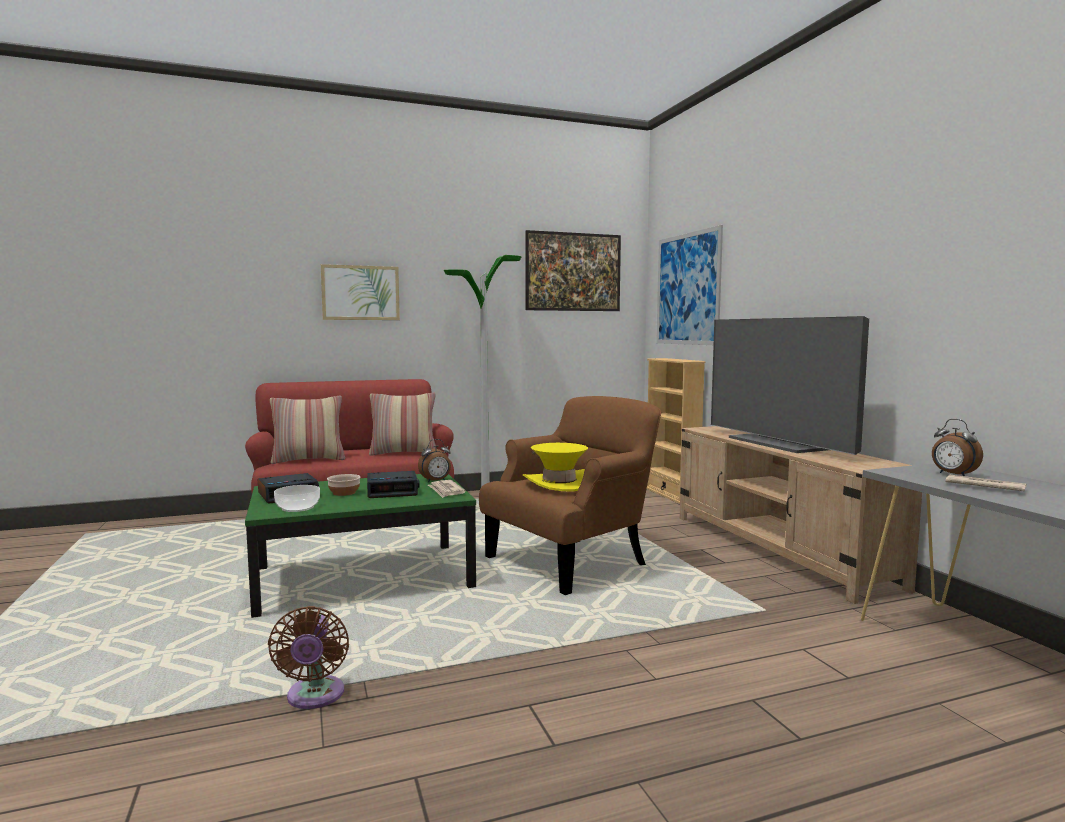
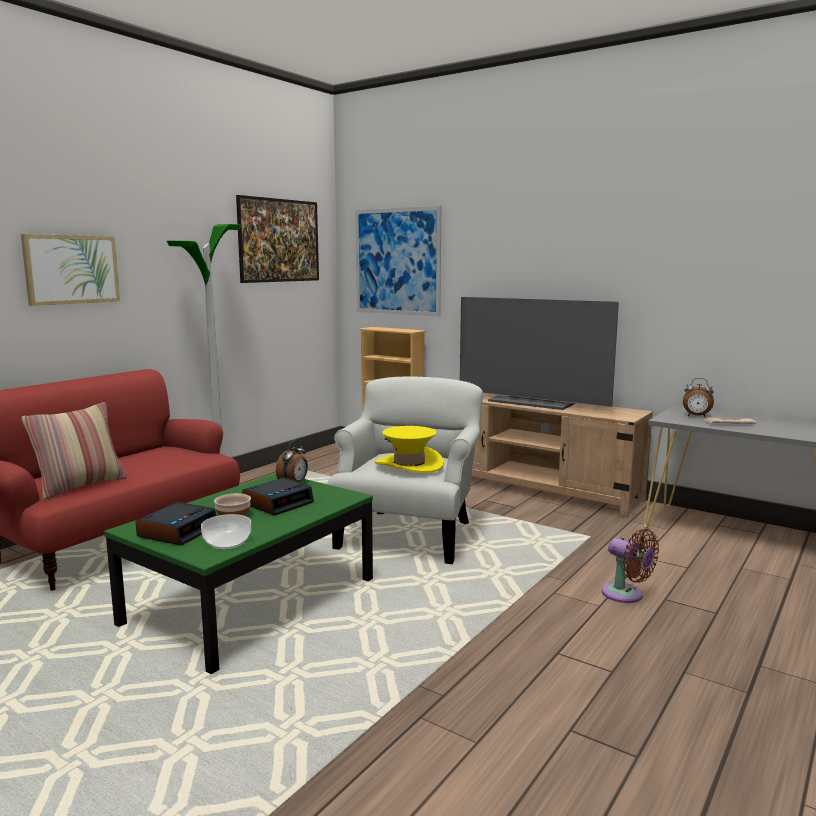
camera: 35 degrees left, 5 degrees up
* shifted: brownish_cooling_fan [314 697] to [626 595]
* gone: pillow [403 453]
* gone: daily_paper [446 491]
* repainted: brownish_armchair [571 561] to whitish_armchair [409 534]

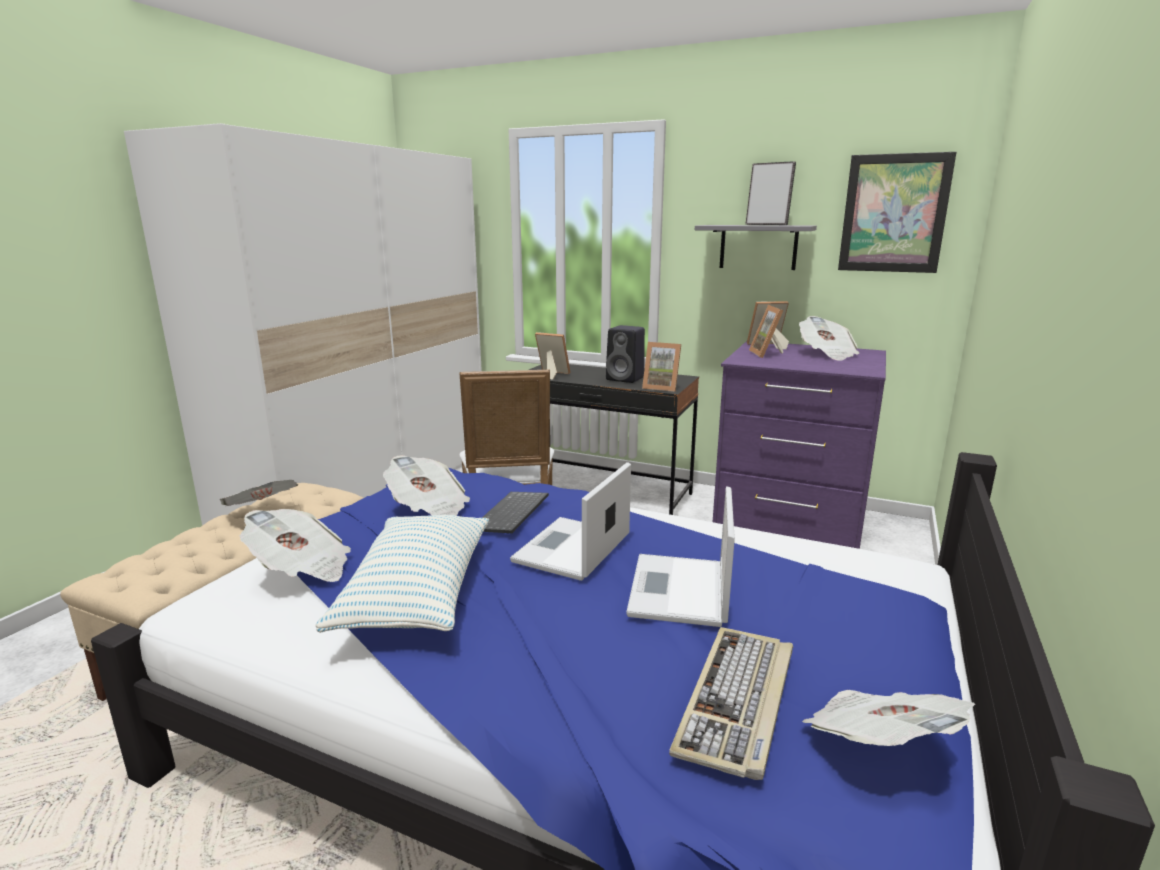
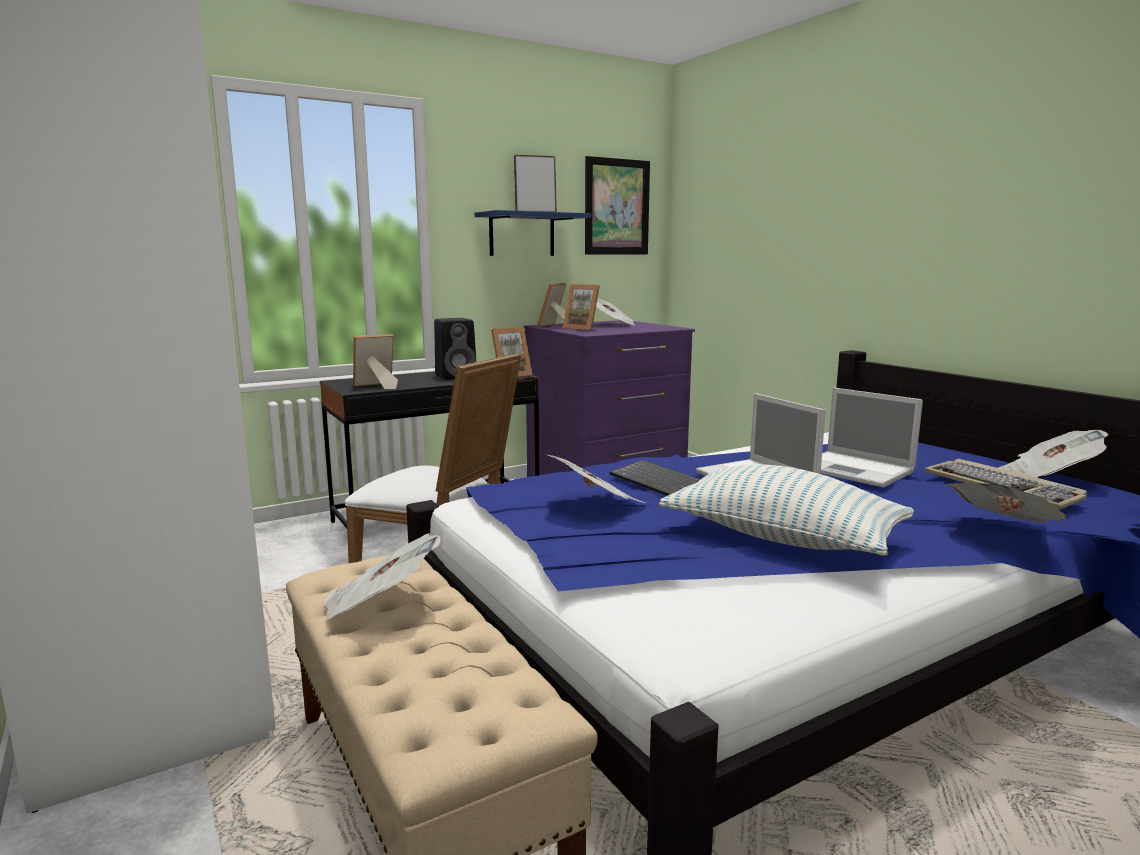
camera: 55 degrees left, 5 degrees down
* shifted: daily_paper [302 568] to [1004 531]
* repainted: grey_wall_shelf [758 247] to blue_wall_shelf [522 235]

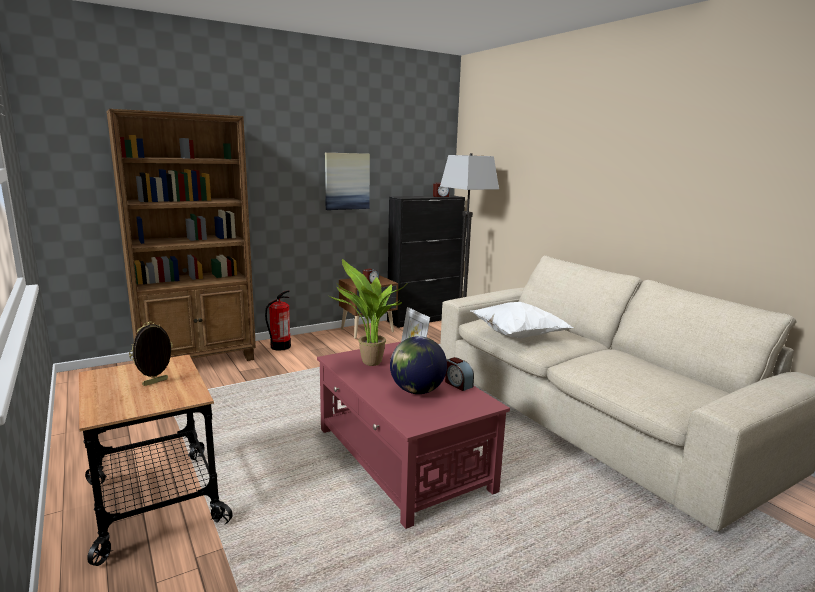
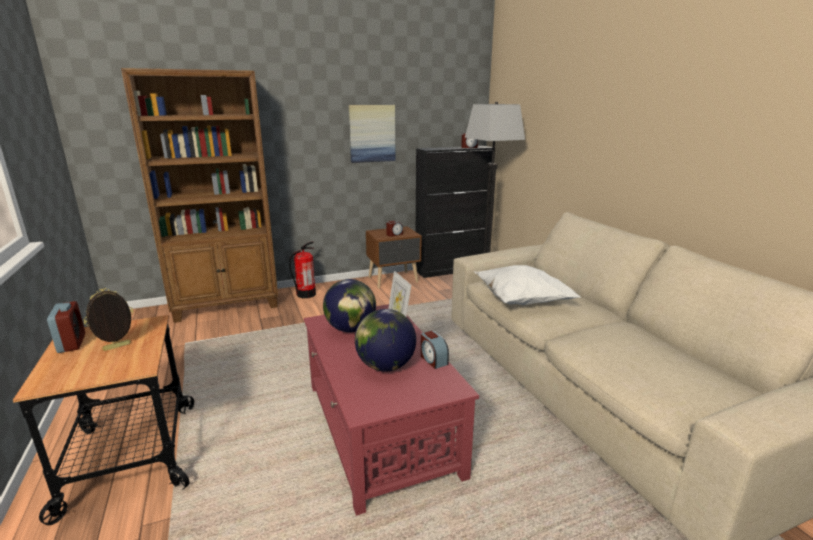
camera: 10 degrees right, 5 degrees up
* swapped: houseplant [369 364] to world_globe [350 329]
* new: bedside_clock [72 343]

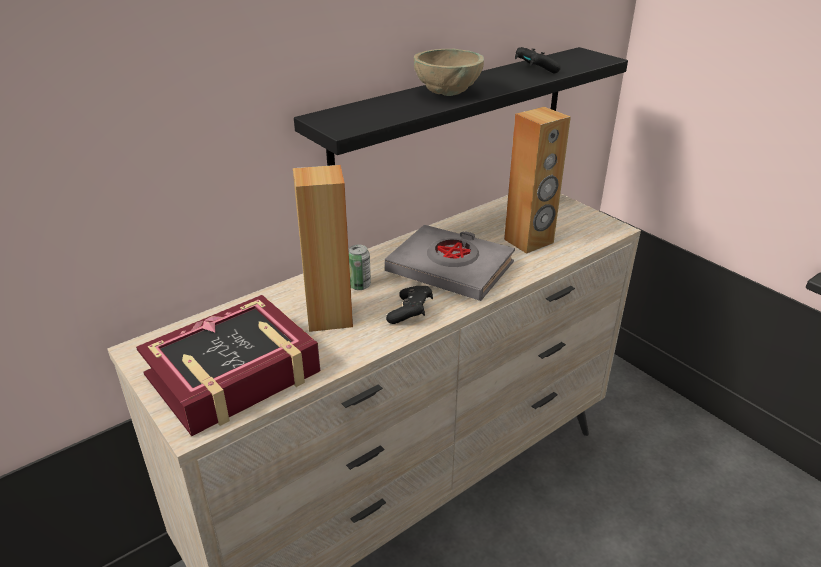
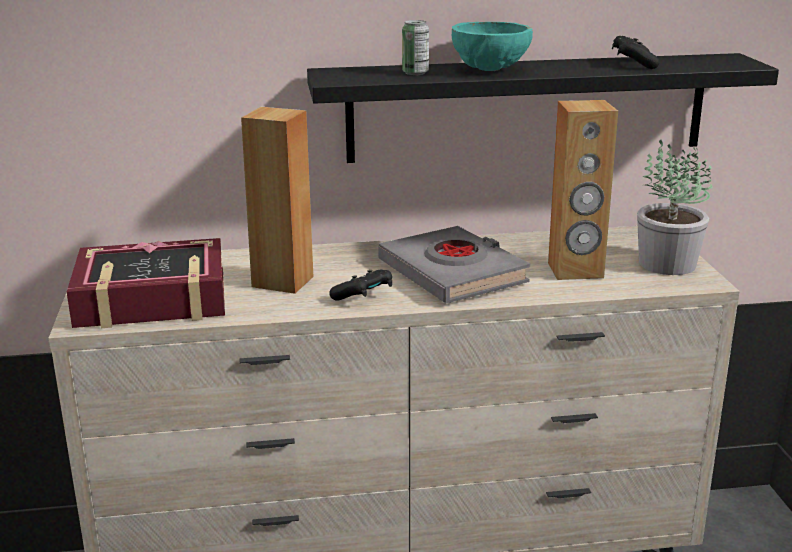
camera: 30 degrees right, 10 degrees down
* shifted: can [359 285] to [415 73]
* repainted: beige-coloured_bowl [448 94] to turquoise_bowl [490 70]
* new: houseplant [665 264]

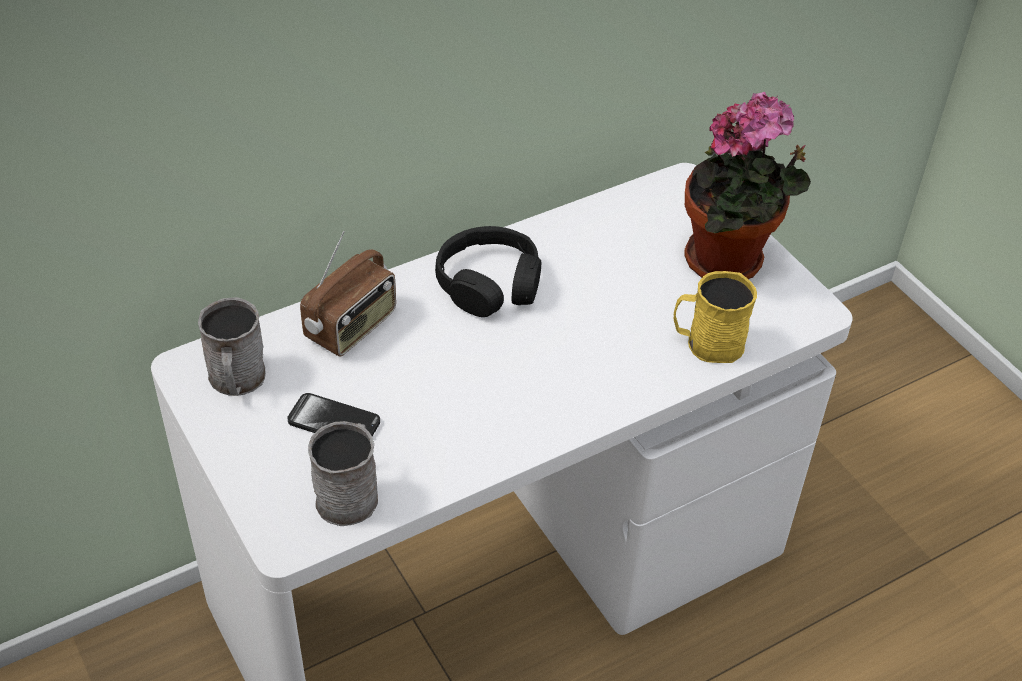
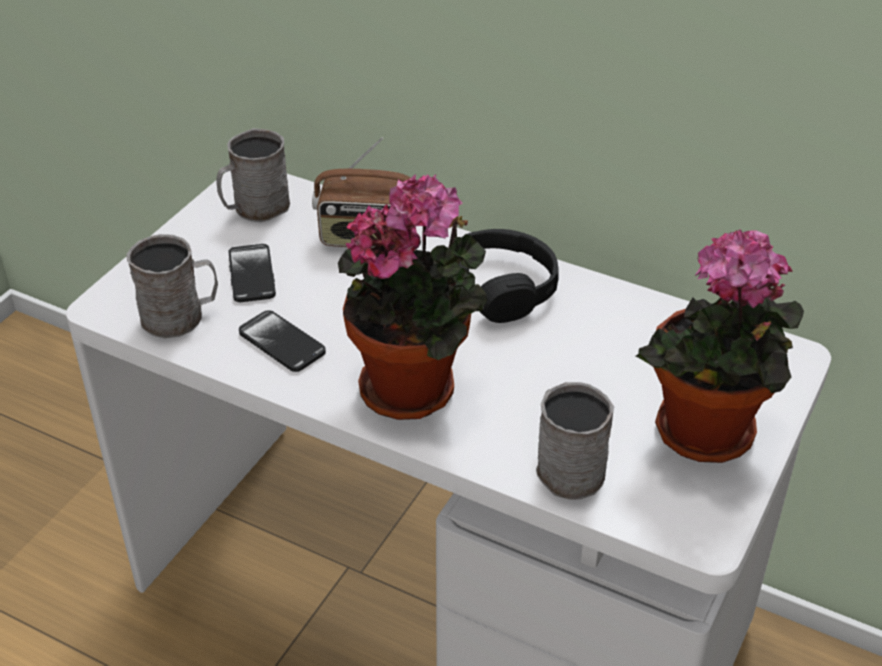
camera: 60 degrees right, 5 degrees down
* repainted: yellowish_mug [707 343] to grey_mug [565 466]
* new: telephone [282 343]
* new: houseplant [416 387]

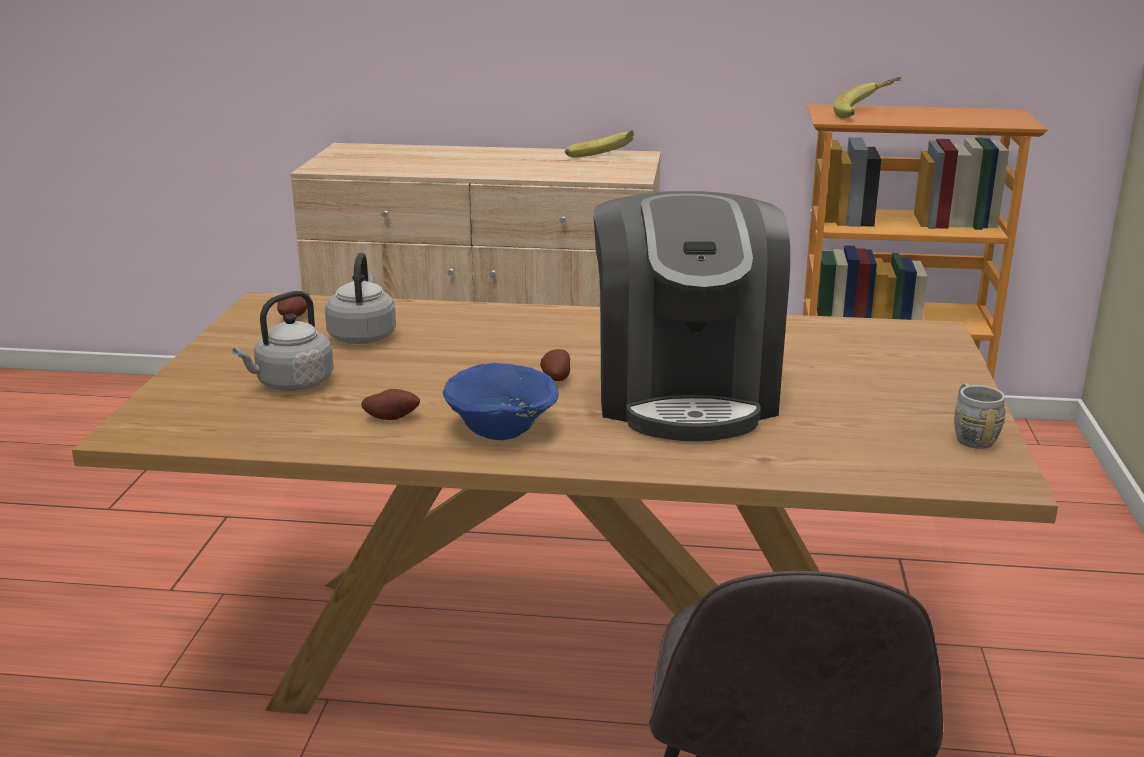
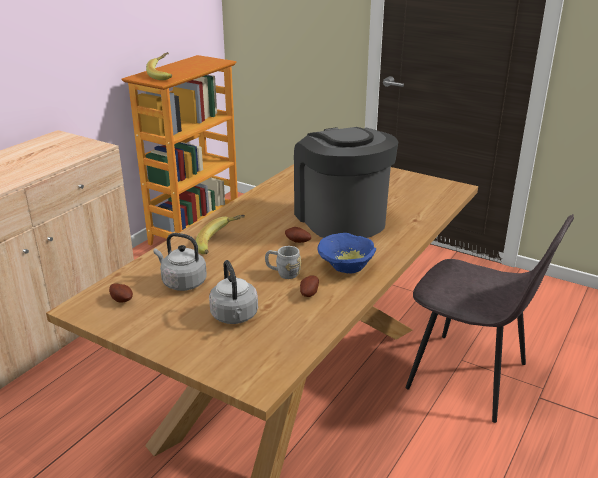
camera: 65 degrees left, 5 degrees up
* shifted: banana_fruit [603 160] to [221 244]
* rotated: coffee_machine [685 394] = [341 218] 135 degrees counterclockwise
* shifted: grey_mug [970 436] to [283 273]

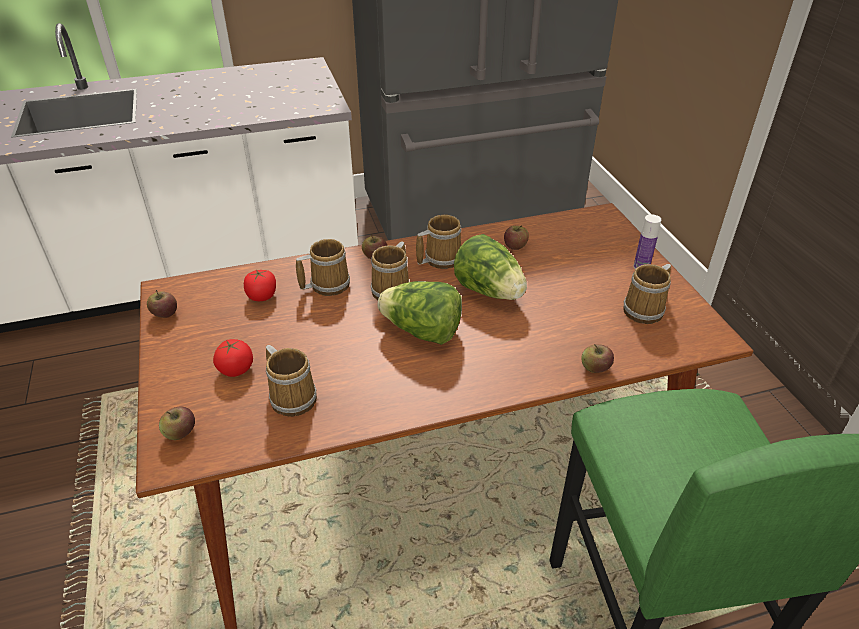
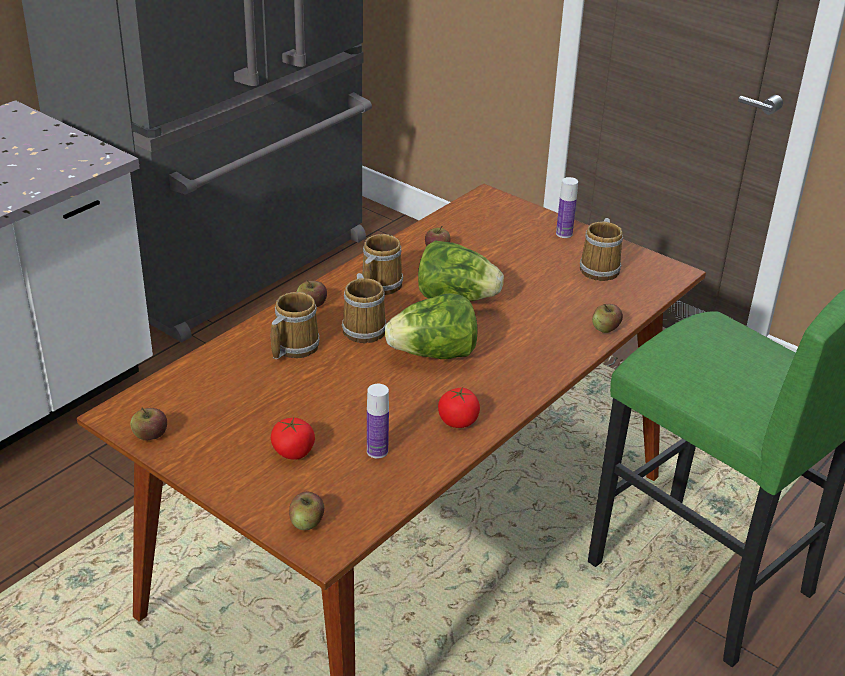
camera: 35 degrees left, 5 degrees down
* shifted: whole_tomato [262 296] to [458 421]
* swapped: mug [293 396] to bottle [377 451]

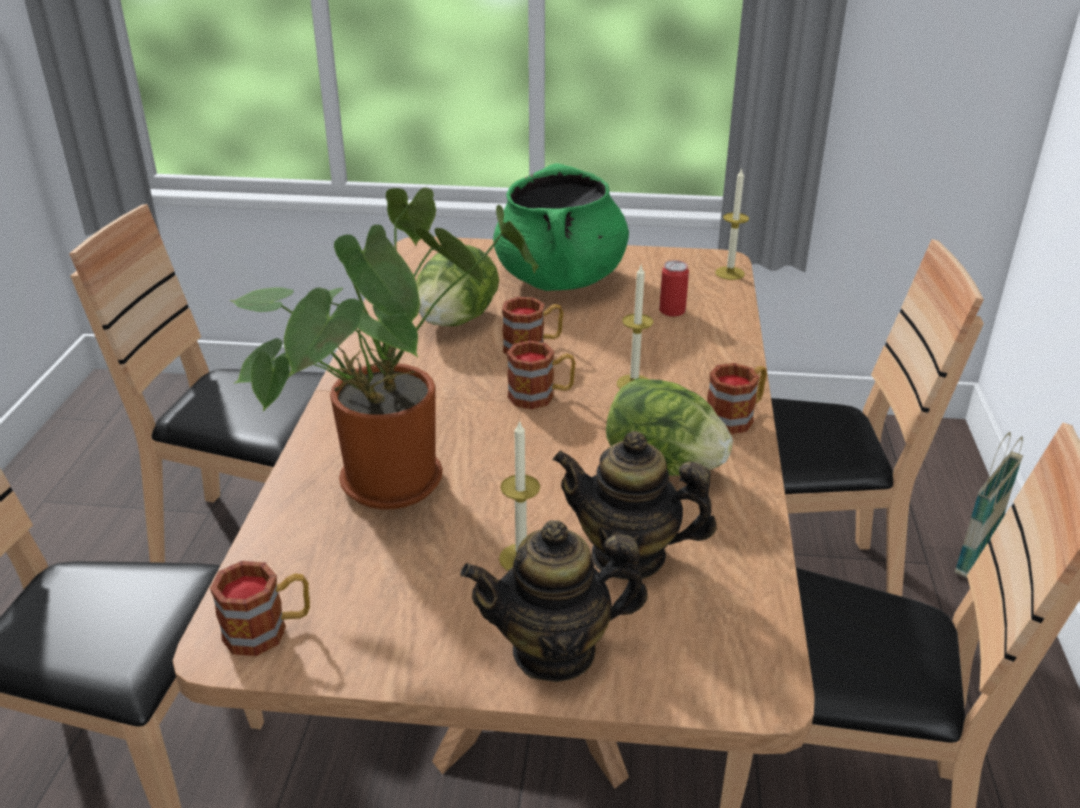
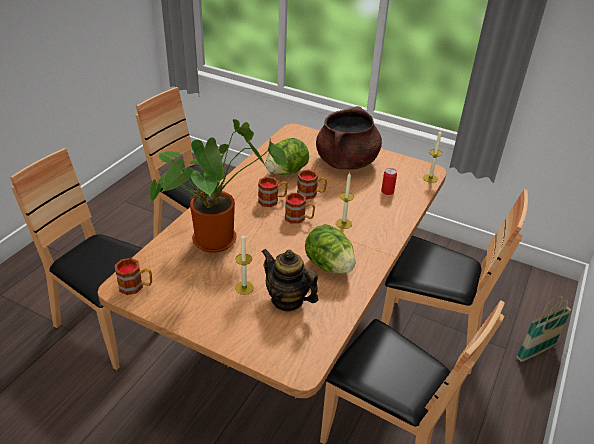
camera: 20 degrees right, 5 degrees up
* gone: tea_pot [554 651]
* repainted: greenish_stockpot [560 279] to brownish_stockpot [346 162]
* shifted: mug [736 417] to [272 200]

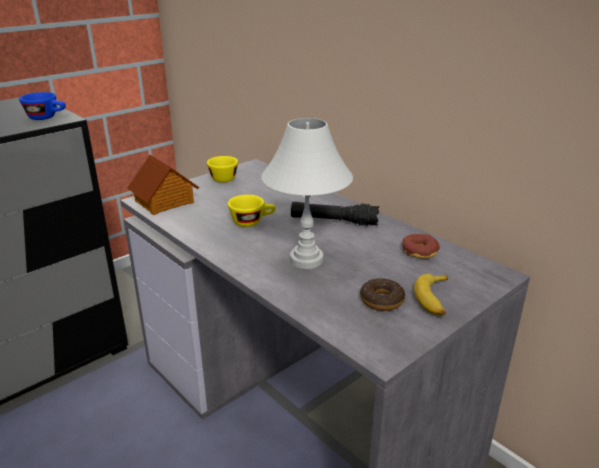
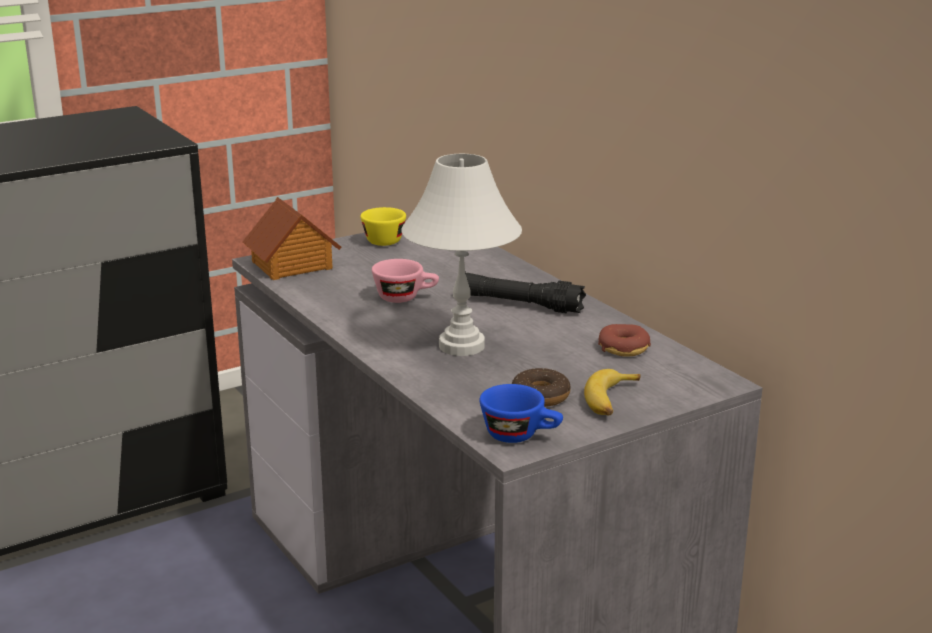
camera: 10 degrees right, 5 degrees down
* shifted: blue_cup [47 117] to [521 435]
* repainted: yellowish_cup [252 222] to pink-coloured_cup [405 297]

